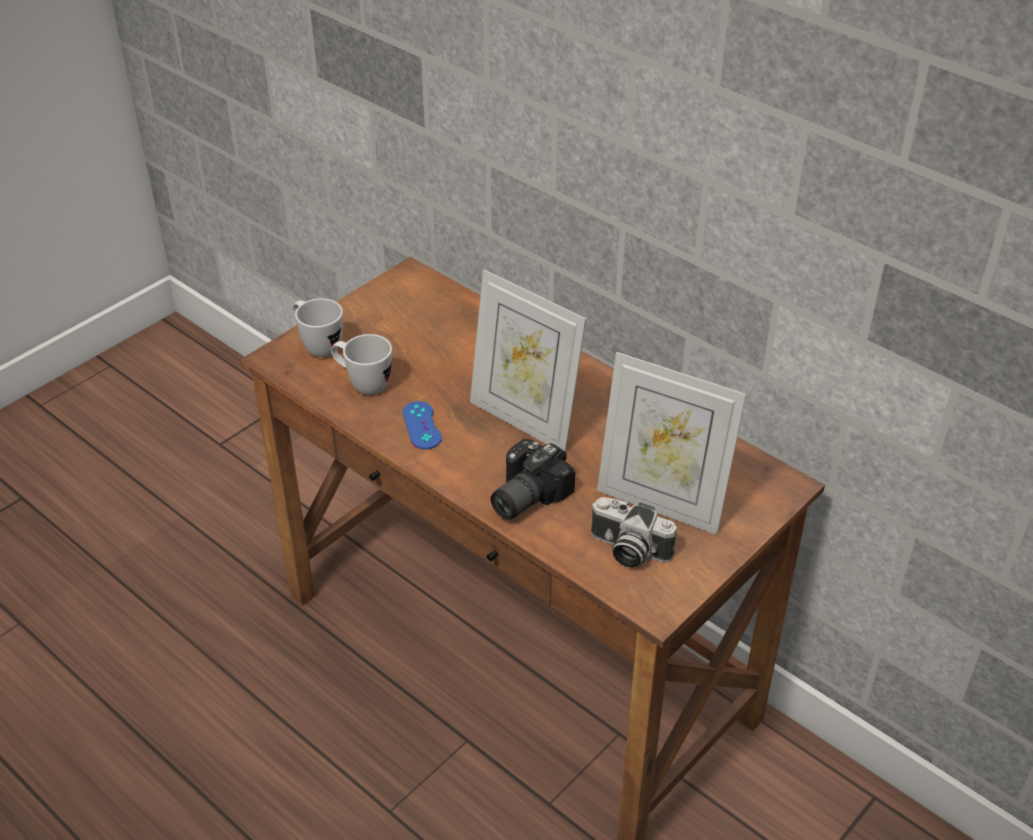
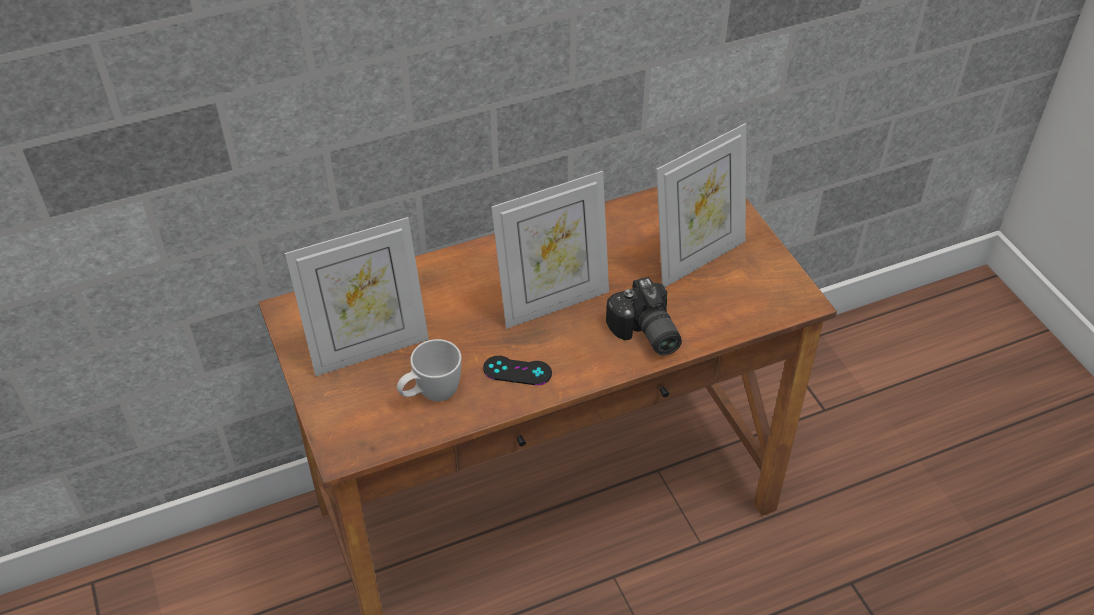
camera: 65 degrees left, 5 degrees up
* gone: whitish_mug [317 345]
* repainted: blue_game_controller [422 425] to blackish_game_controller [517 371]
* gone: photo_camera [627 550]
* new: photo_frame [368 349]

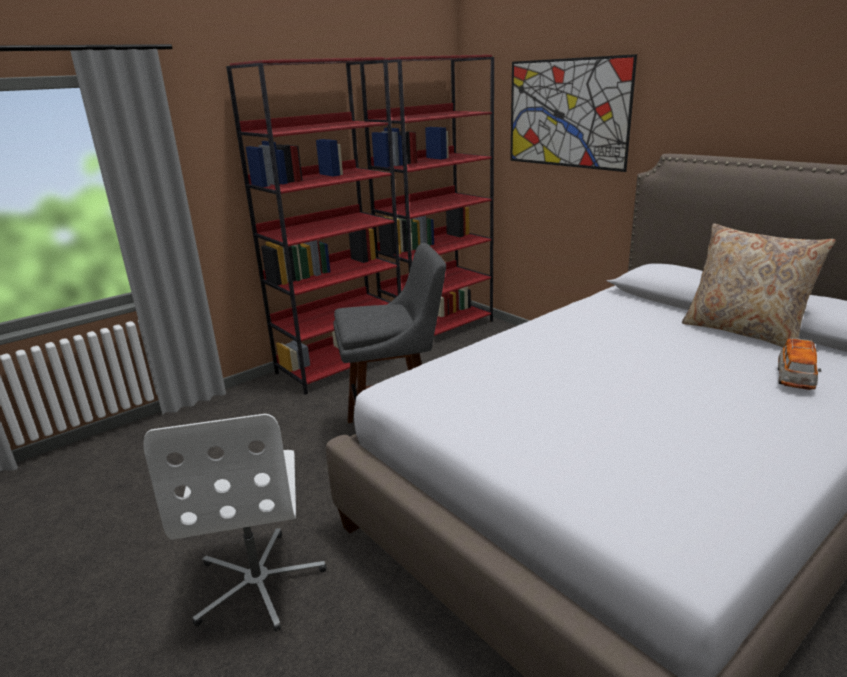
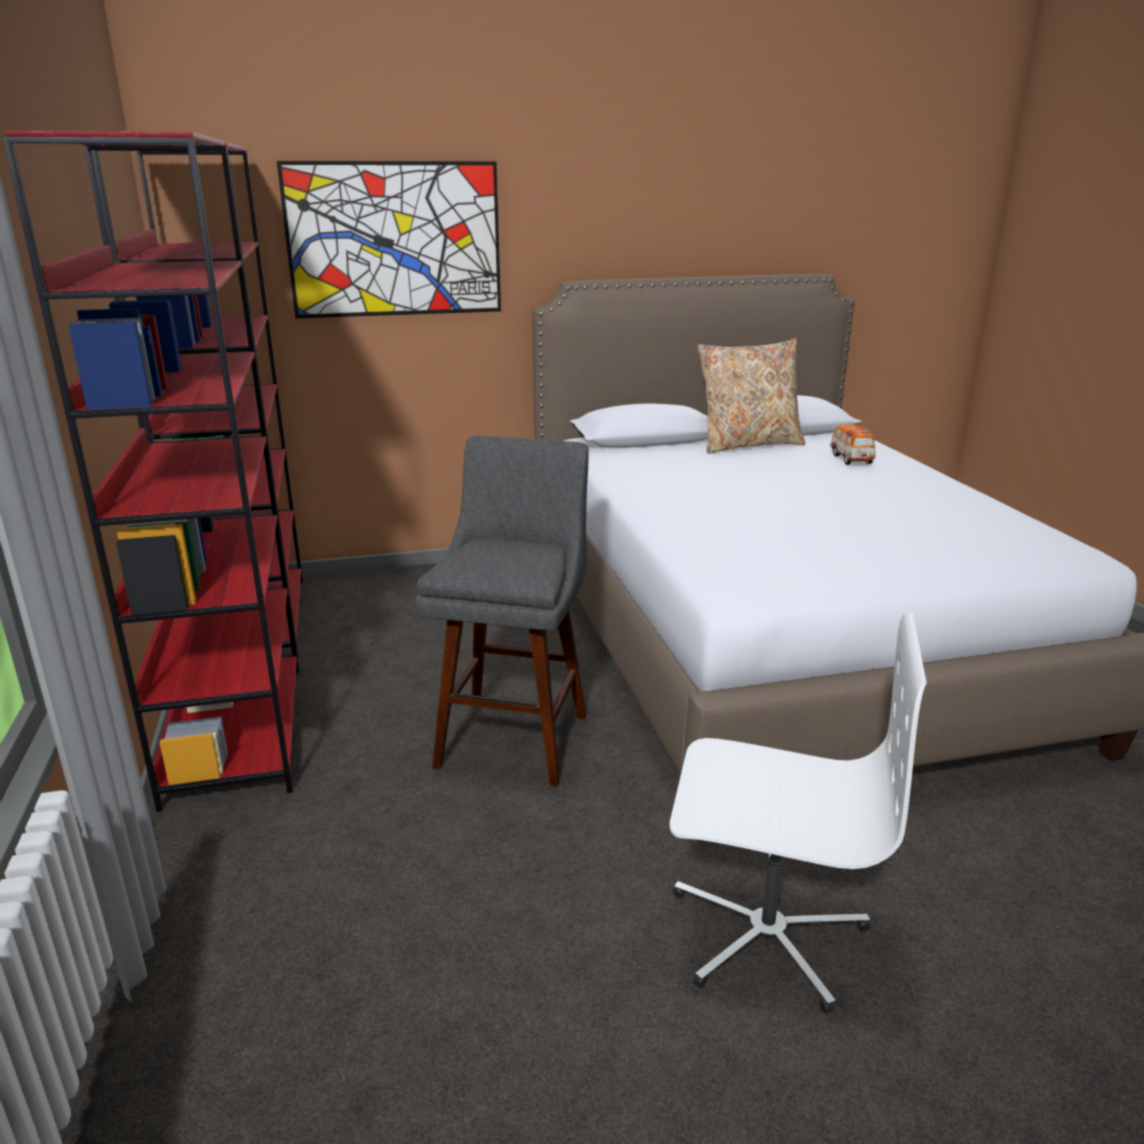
camera: 65 degrees left, 0 degrees up
* rotated: model_car [794 379] = [851 459] 150 degrees counterclockwise

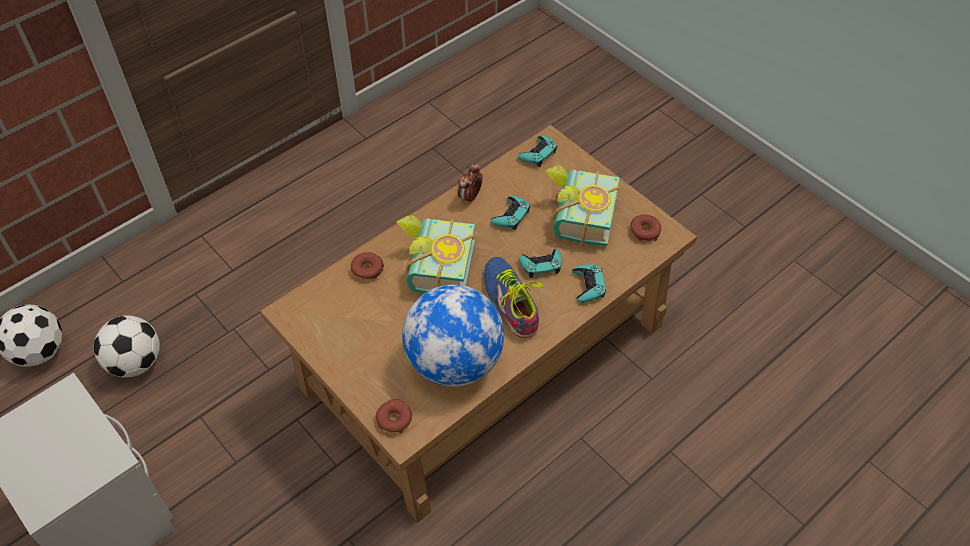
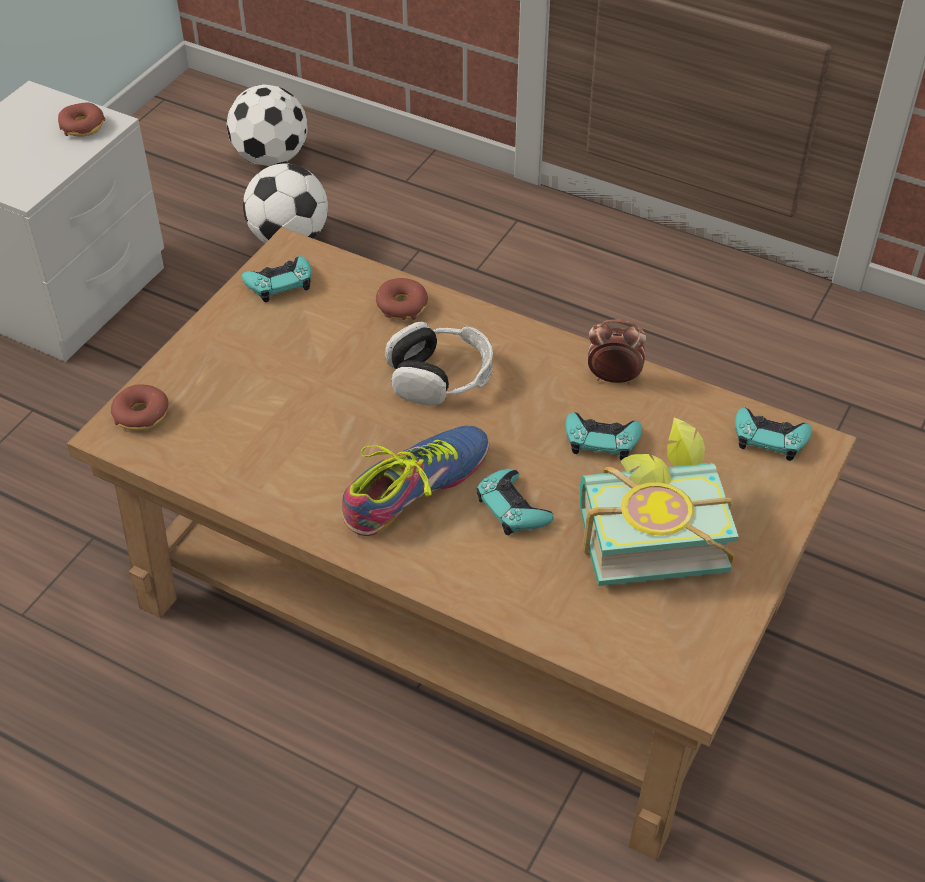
camera: 70 degrees right, 5 degrees down
* swapped: volume [433 268] to headset [440 377]
* gone: world_globe [454 362]
* shifted: turquoise_game_controller [588 286] to [280 283]
* shifted: doughnut [644 231] to [82 126]

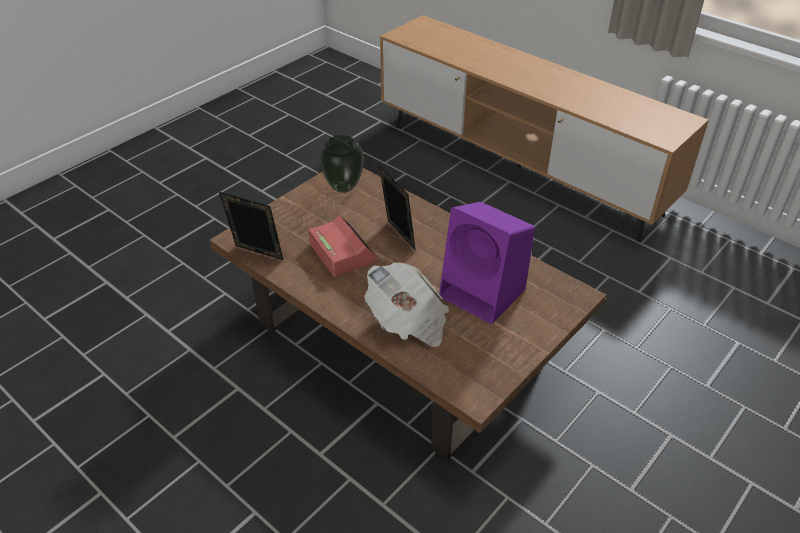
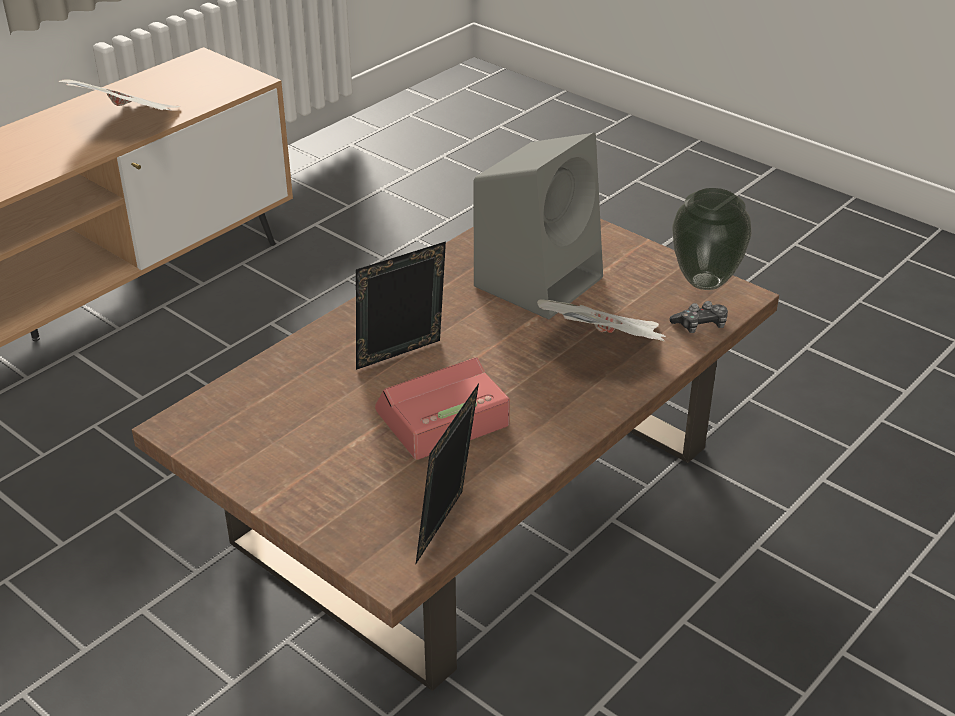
camera: 90 degrees left, 5 degrees down
* shifted: decorative_vase [342 187] to [705 282]
* repainted: purplish_audio_speaker [484 293] to grey_audio_speaker [539 280]
* new: daily_paper [128 123]
* new: game_controller [700 325]

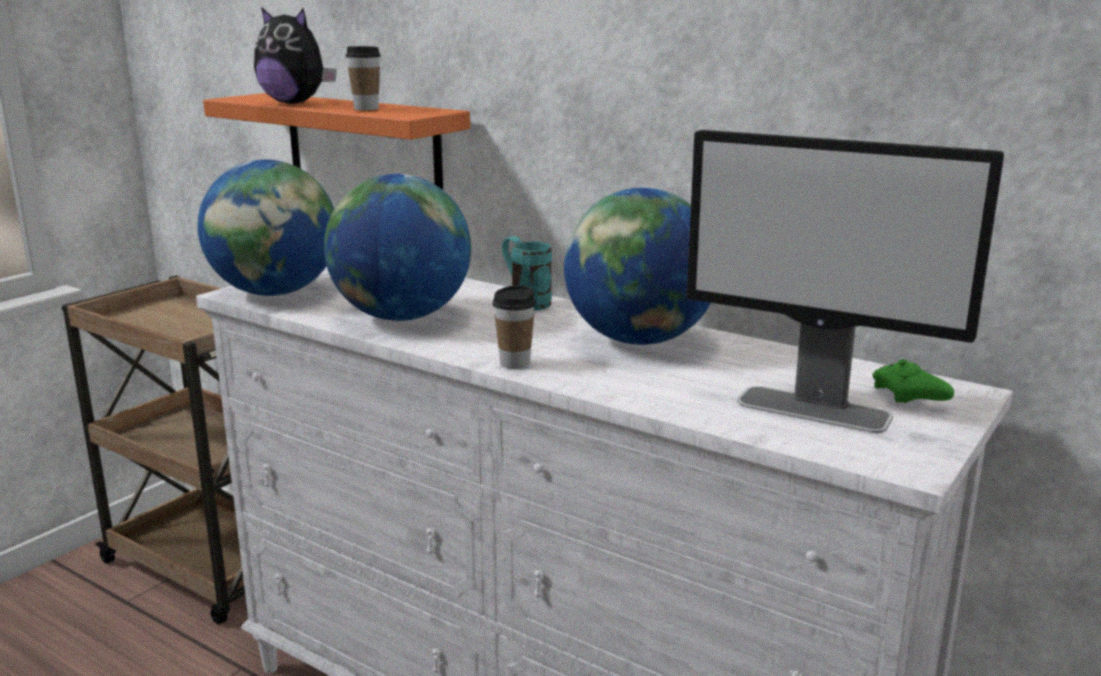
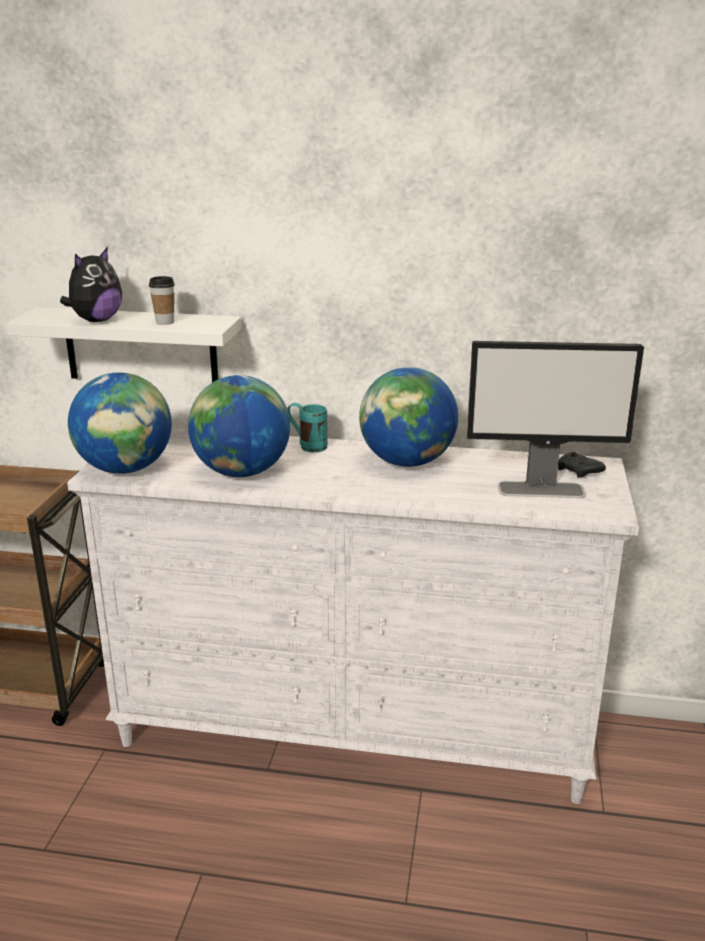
camera: 25 degrees left, 5 degrees up
* repainted: orange-coloured_wall_shelf [363 150] to whitish_wall_shelf [141 347]
* rotated: cuddly_toy [295 103] = [96 320] 60 degrees counterclockwise
* gone: cup [515 363]
* repainted: greenish_game_controller [909 397] to blackish_game_controller [578 472]

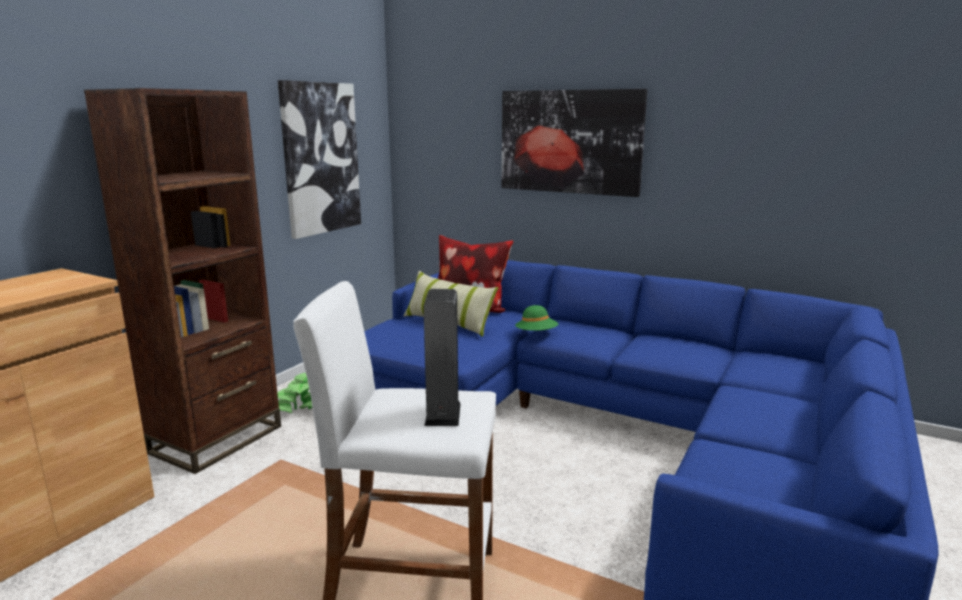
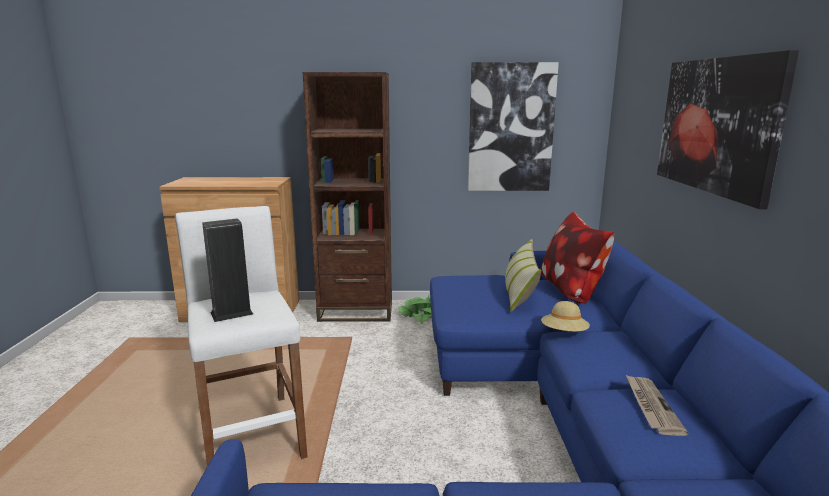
camera: 60 degrees right, 0 degrees up
* repainted: greenish_hat [536 334] to beige-coloured_hat [564 333]
* new: daily_paper [651 406]

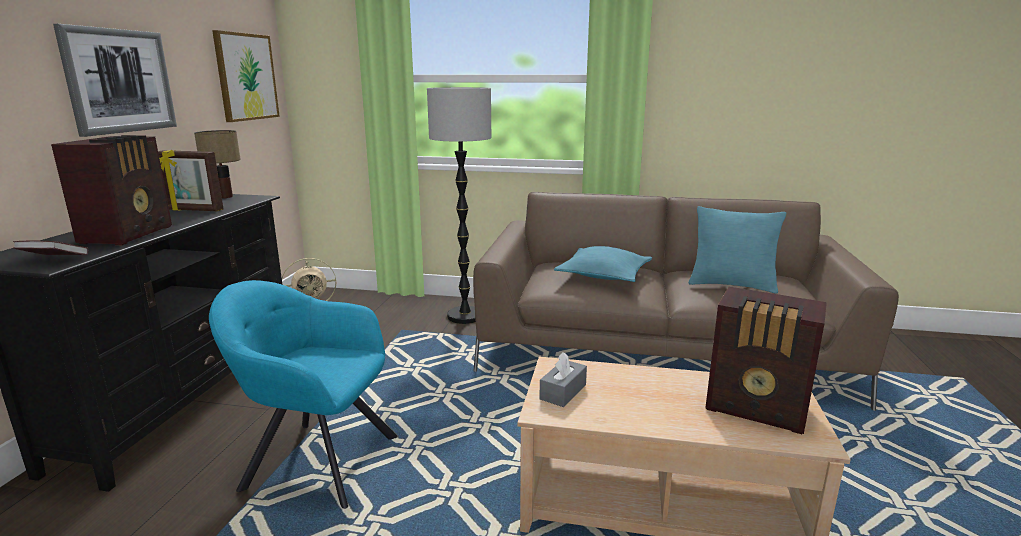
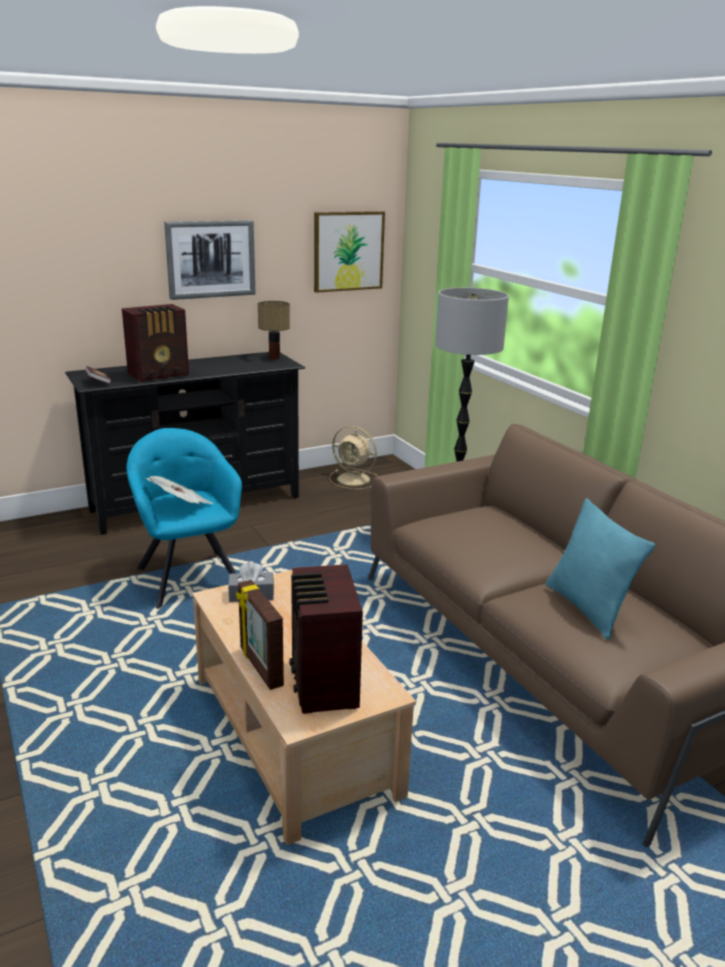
camera: 50 degrees right, 5 degrees up
* shifted: photo_frame [194 210] to [260 667]
* gone: turquoise_pillow [603 275]
* new: daily_paper [181 506]

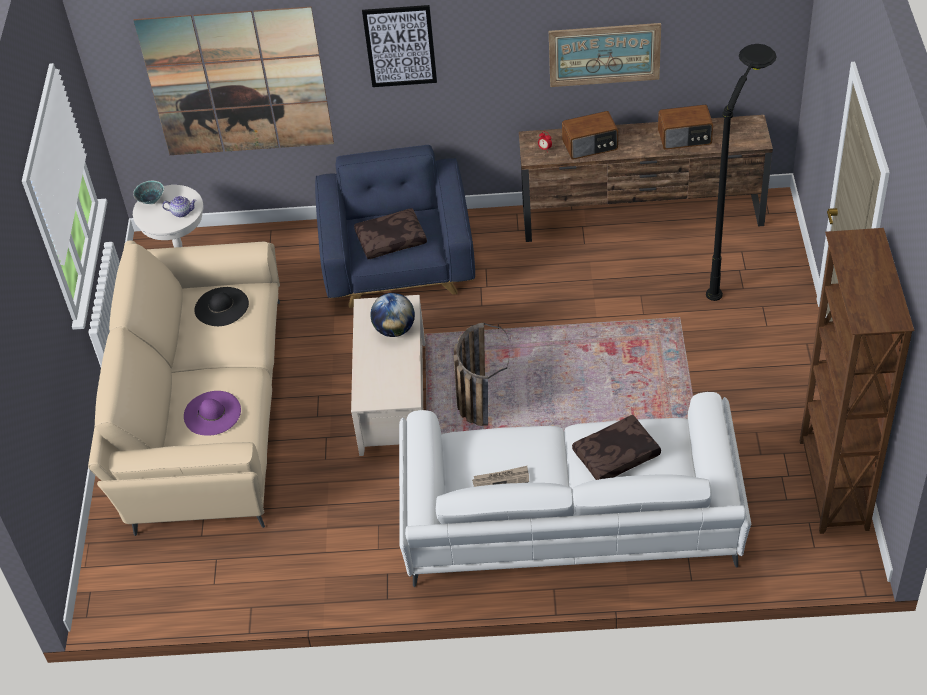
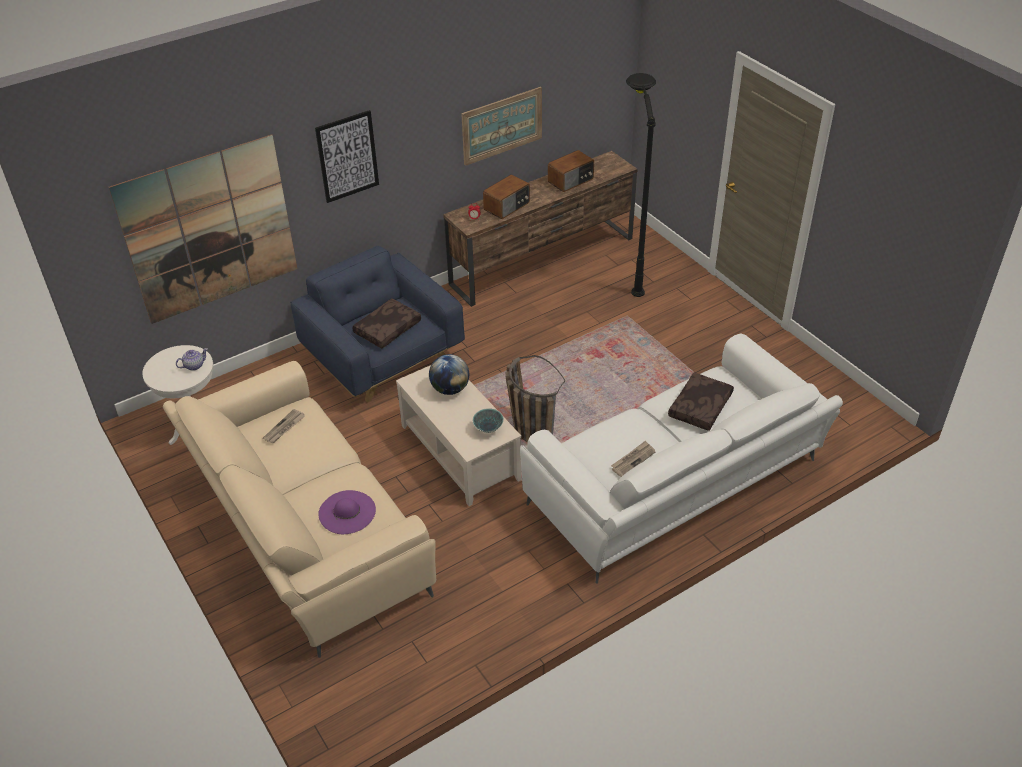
camera: 35 degrees left, 5 degrees down
* shifted: bowl [151 200] to [488 429]
* swapped: blackish_hat [221 306] to daily_paper [284 428]
* gone: brownish_shelving_unit [832 485]

